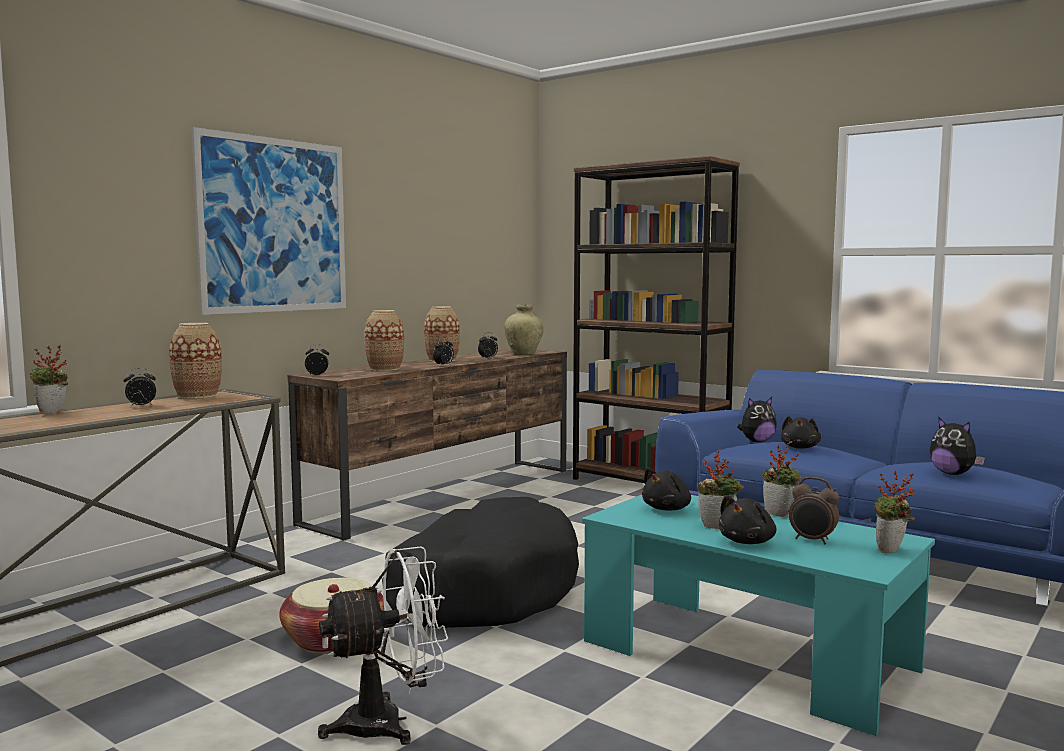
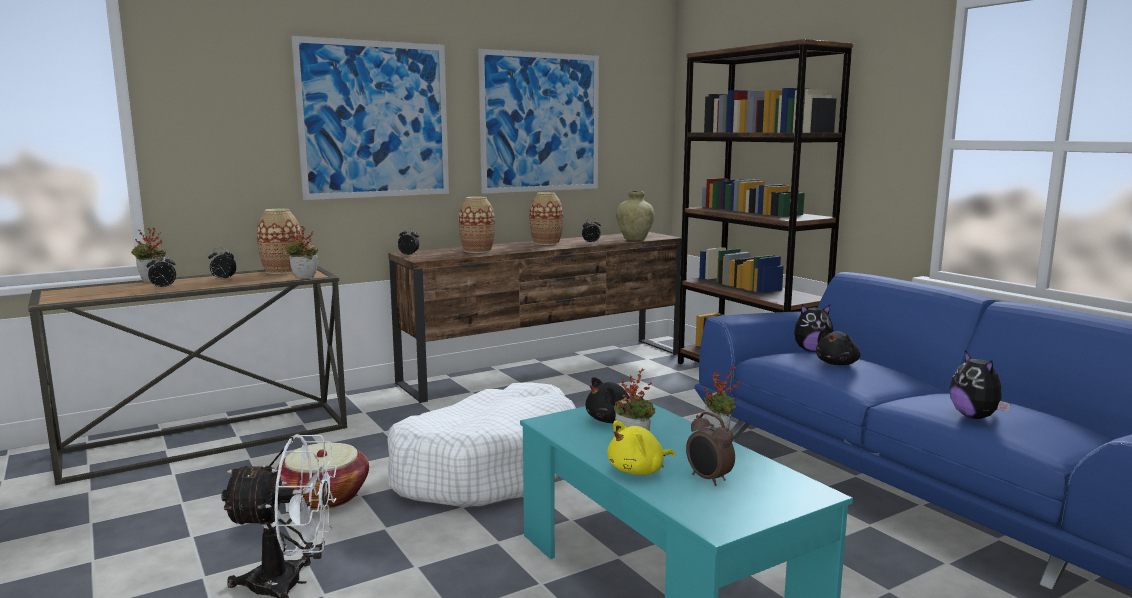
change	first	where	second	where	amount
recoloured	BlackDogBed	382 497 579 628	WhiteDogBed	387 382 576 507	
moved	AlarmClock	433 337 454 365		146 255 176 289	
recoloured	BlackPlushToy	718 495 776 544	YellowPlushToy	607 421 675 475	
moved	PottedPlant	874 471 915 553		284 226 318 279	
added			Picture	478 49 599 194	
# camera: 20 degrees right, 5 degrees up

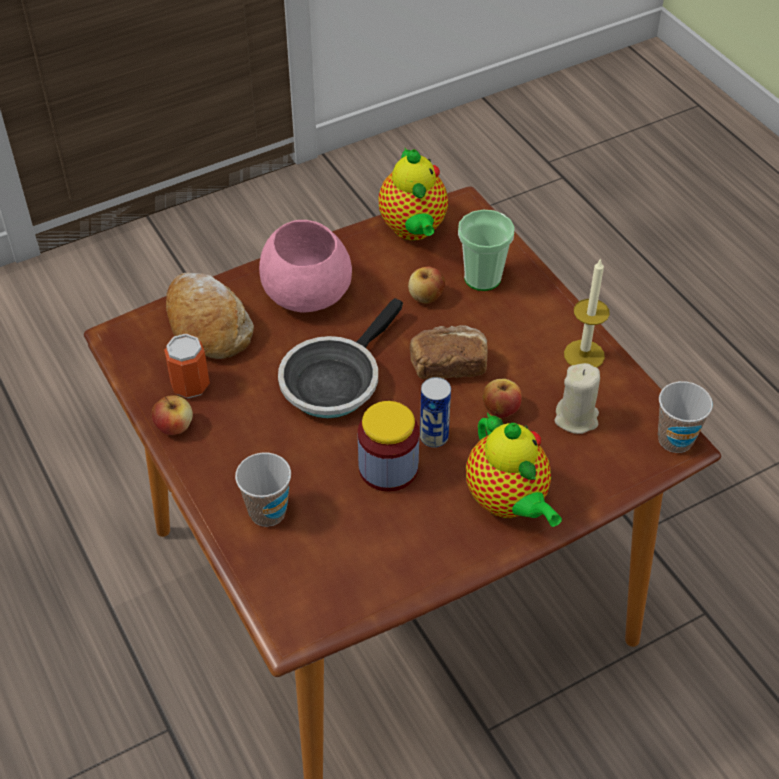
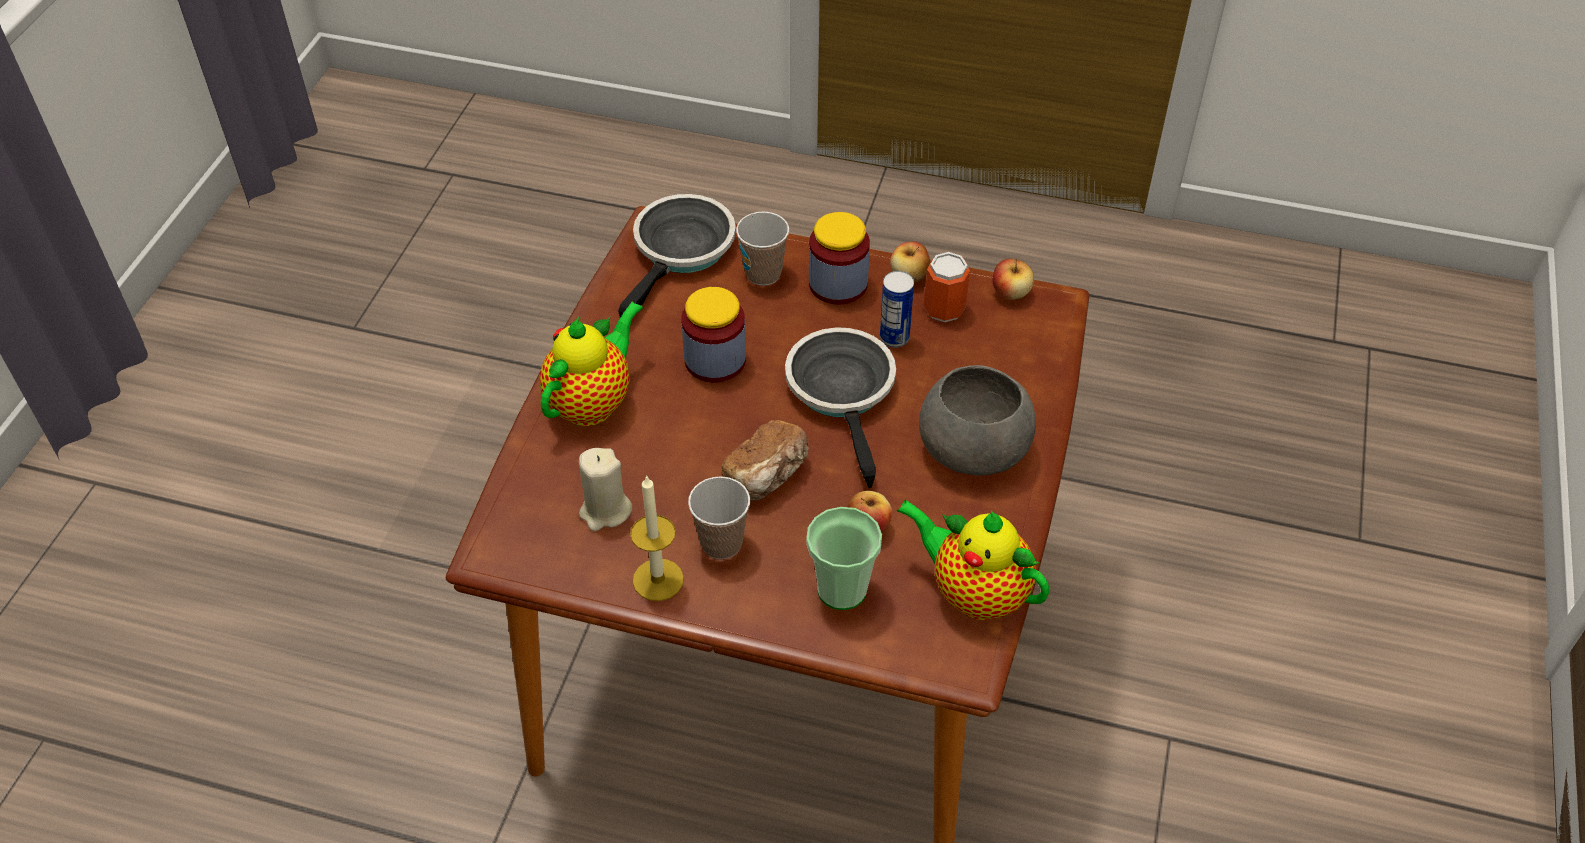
change	first	where	second	where	amount
removed	Bread	166 273 254 359			
recoloured	PinkBowl	259 220 352 313	GreyBowl	919 365 1036 476	
moved	Can	420 377 451 448		880 271 914 348	
turned	Teapot	466 412 562 527		540 301 644 426	105 degrees clockwise
moved	Apple	483 379 522 418		993 259 1034 300	
moved	Cup	658 381 713 453		688 476 750 559	
added			FryingPan	618 194 736 318	
added			Jar	809 212 870 305	
# camera: 135 degrees right, 0 degrees up

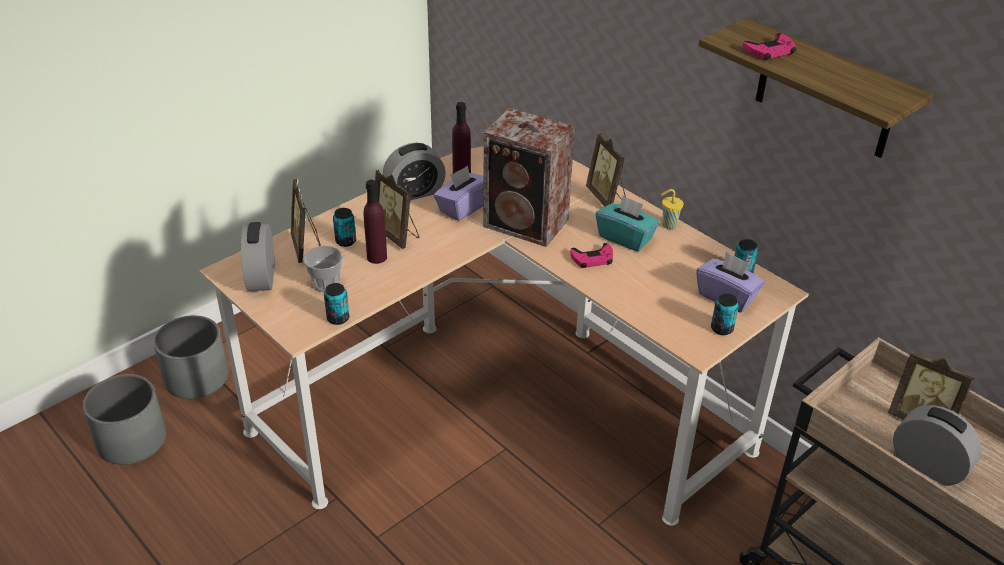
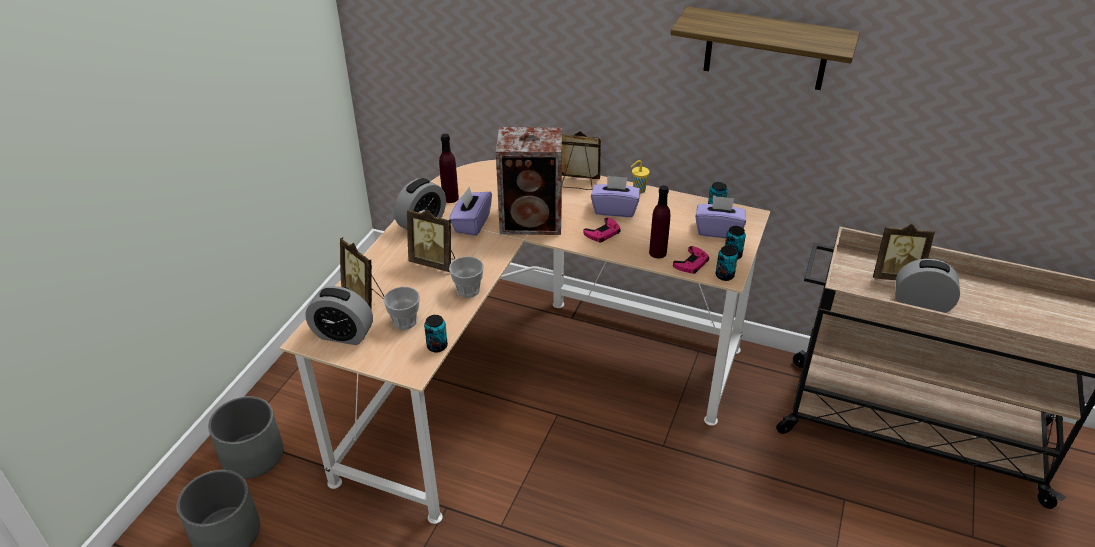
change	first	where	second	where	amount
turned	AlarmClock	241 222 275 291		305 286 373 345	45 degrees counterclockwise
moved	Can	333 208 356 247		716 246 738 281	
moved	PurpleBottle	363 180 387 264		649 185 670 258	
turned	PictureFrame	586 133 626 207		562 131 601 190	150 degrees clockwise
recoloured	TurquoiseTissueBox	596 196 660 252	PurpleTissueBox	591 175 640 217	
moved	PinkGameController	743 33 796 60		673 246 709 274	
added			Cup	449 257 484 298	
# camera: 25 degrees left, 0 degrees up

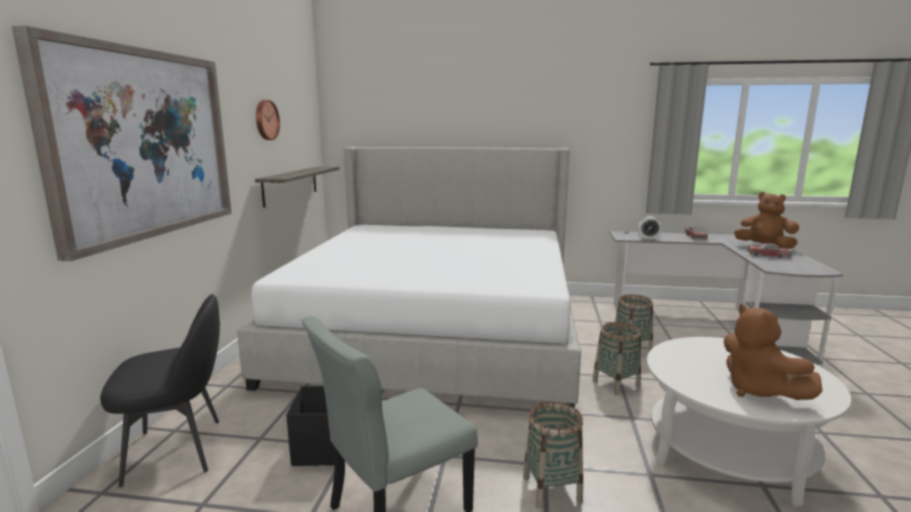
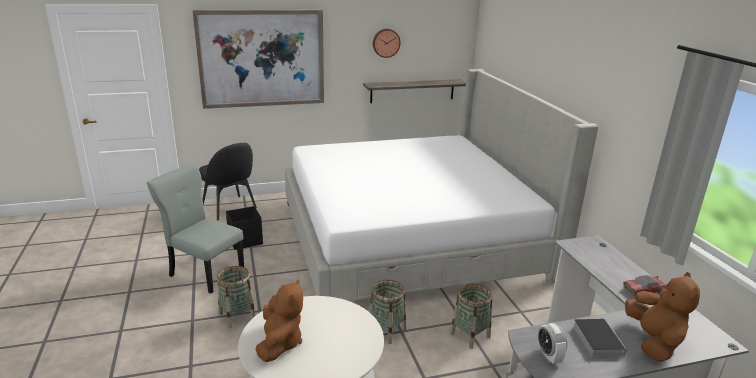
change	first	where	second	where	amount
moved	AlarmClock	638 217 661 241		537 323 567 364	
turned	BrownPlushToy	724 304 822 400		256 279 303 362	135 degrees clockwise
replaced	ToyCar	748 243 792 258	Book	573 319 627 357	
# camera: 65 degrees right, 10 degrees up

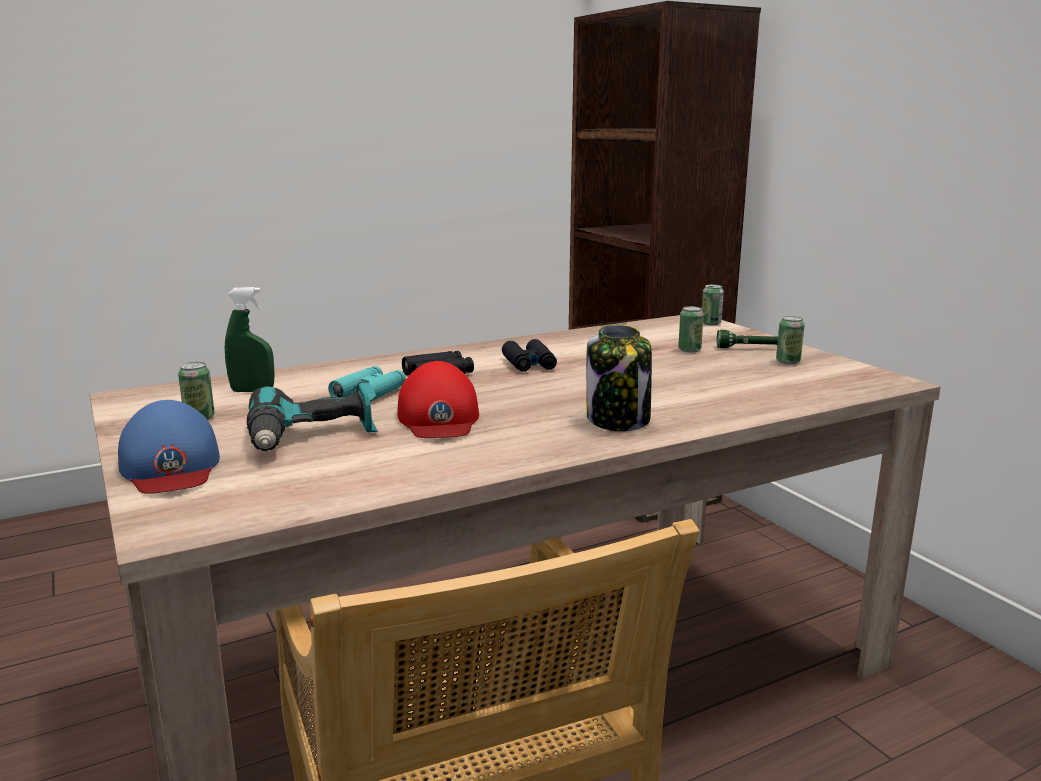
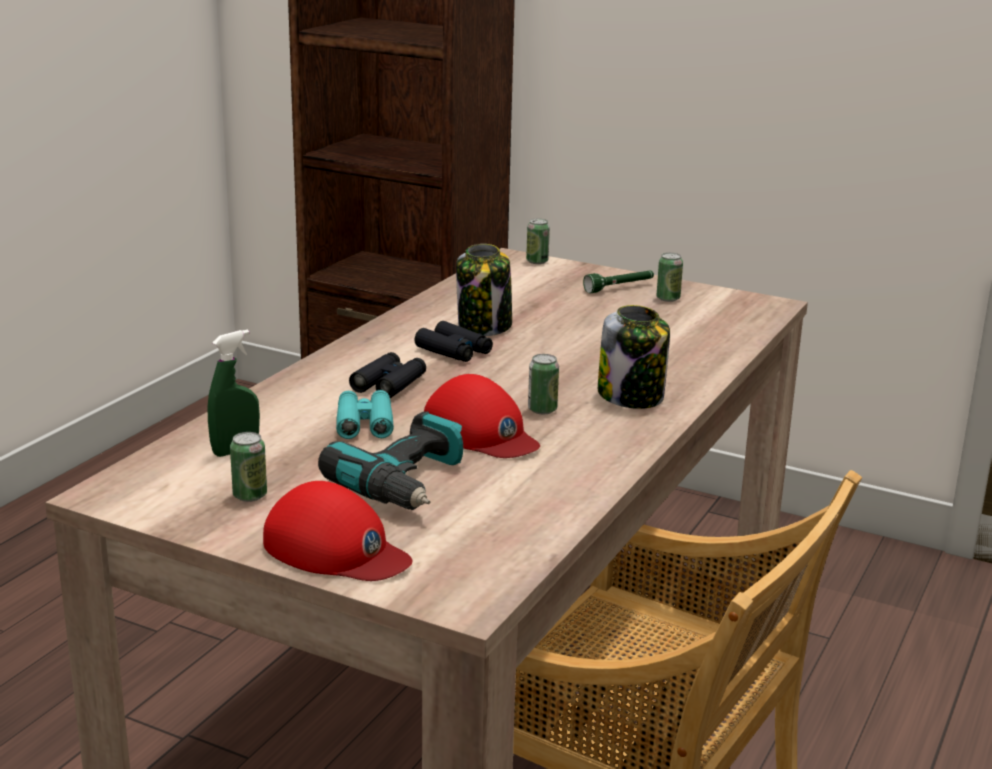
change	first	where	second	where	amount
recoloured	BlueCap	118 400 220 494	RedCap	263 481 412 581	
moved	Can	678 306 704 353		528 354 559 414	
added			Jar	456 244 512 336	
# camera: 35 degrees left, 5 degrees up

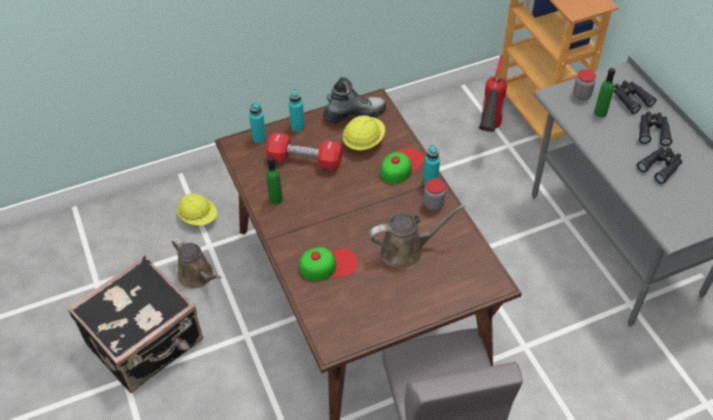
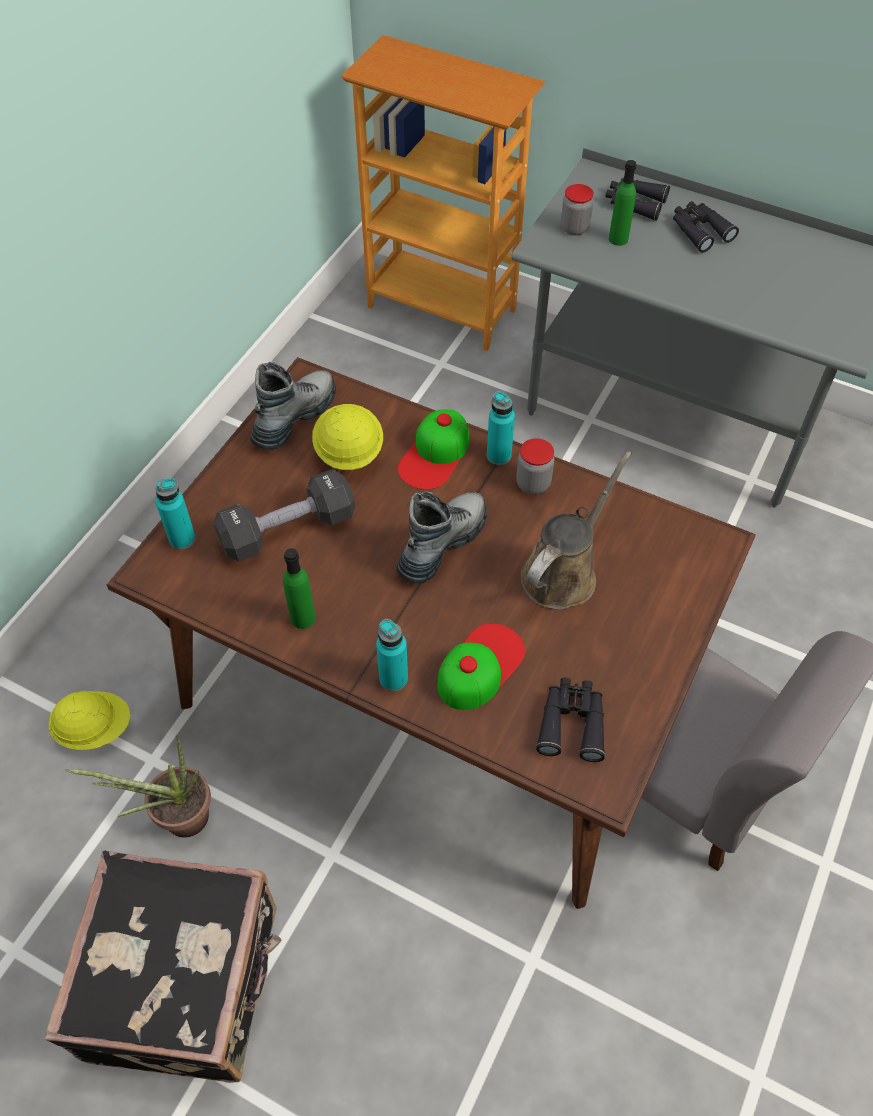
change	first	where	second	where	amount
replaced	BrownWateringCan	172 237 221 289	PottedPlant	65 735 211 838	
recoloured	RedDumbbell	266 132 342 170	BlackDumbbell	214 470 355 562	
moved	TurquoiseBottle	289 89 305 132		376 619 408 691	
turned	Cap	380 147 424 184		398 409 469 490	150 degrees counterclockwise
removed	FireExtinguisher	479 55 507 132			
moved	BlackBinoculars	637 148 682 184		536 678 605 762	
added			Boot	396 491 487 583	
# camera: 40 degrees left, 5 degrees up

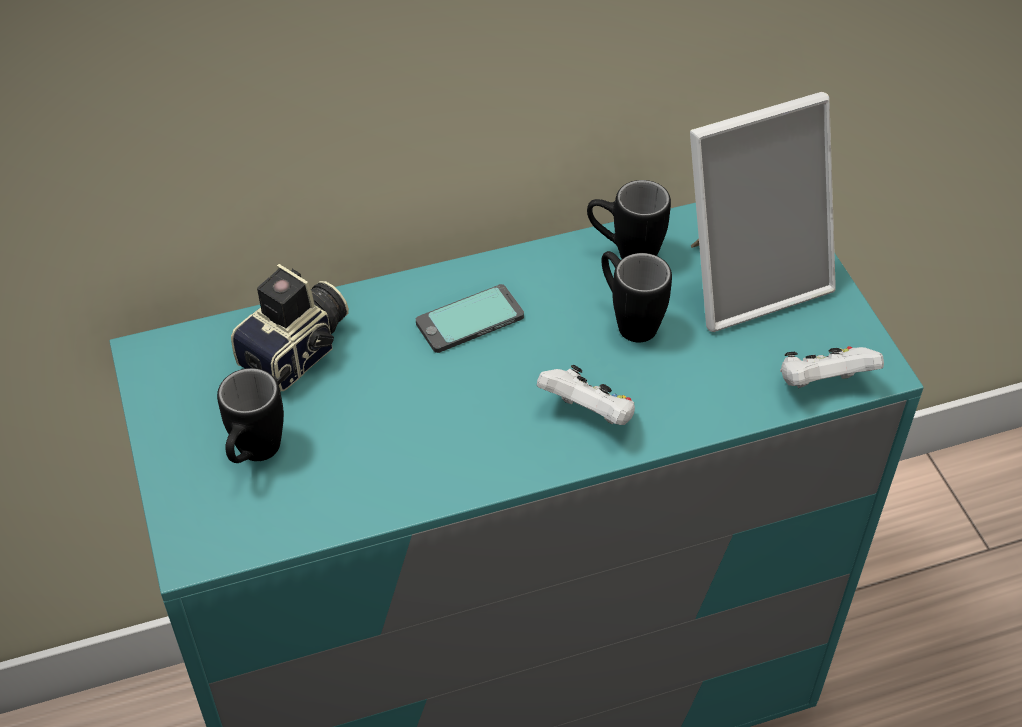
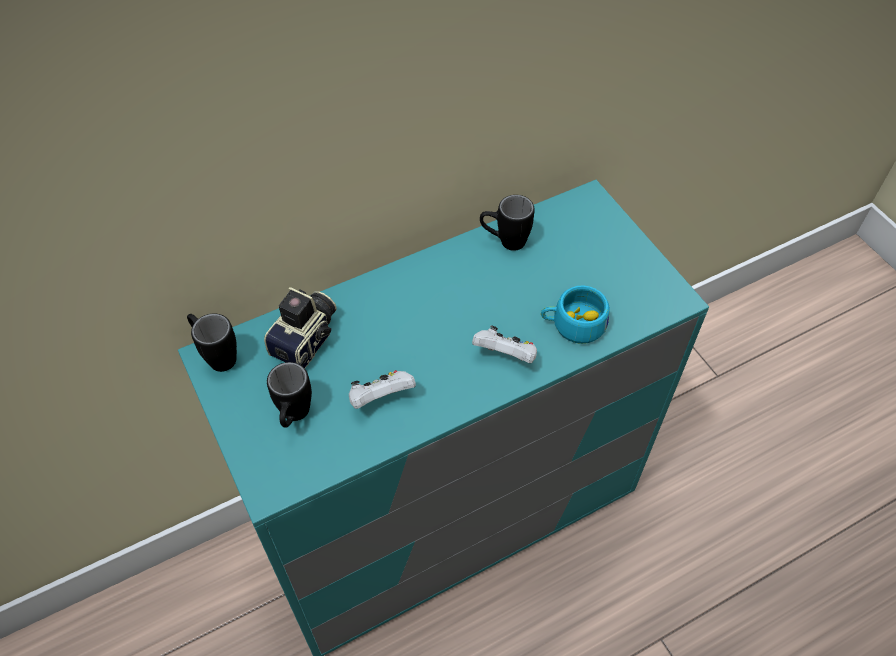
change	first	where	second	where	amount
removed	Phone	416 284 524 353			
moved	BlackMug	602 251 672 342		187 313 237 372	
removed	PictureFrame	690 92 836 332			
moved	WhiteGameController	780 346 884 388		349 370 416 409	
added			TurquoiseCup	541 286 610 344	
# camera: 10 degrees left, 5 degrees up

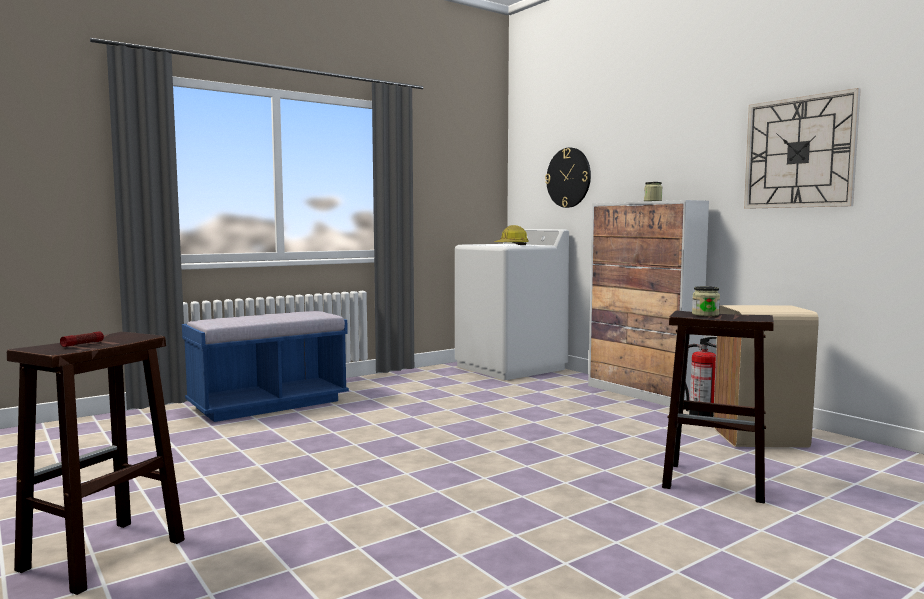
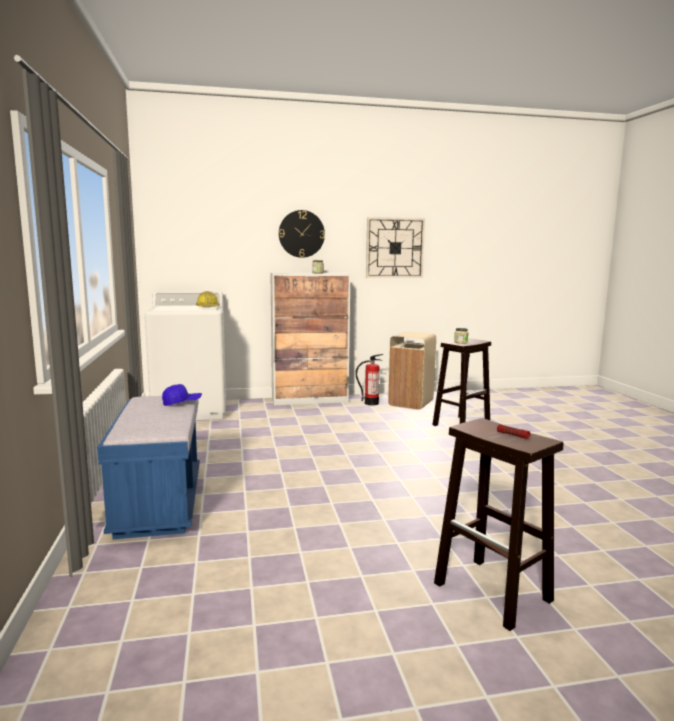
change	first	where	second	where	amount
moved	WallClock	545 148 591 208		279 210 325 258	
added			BlueCap	162 384 202 406	
# camera: 65 degrees left, 5 degrees up

